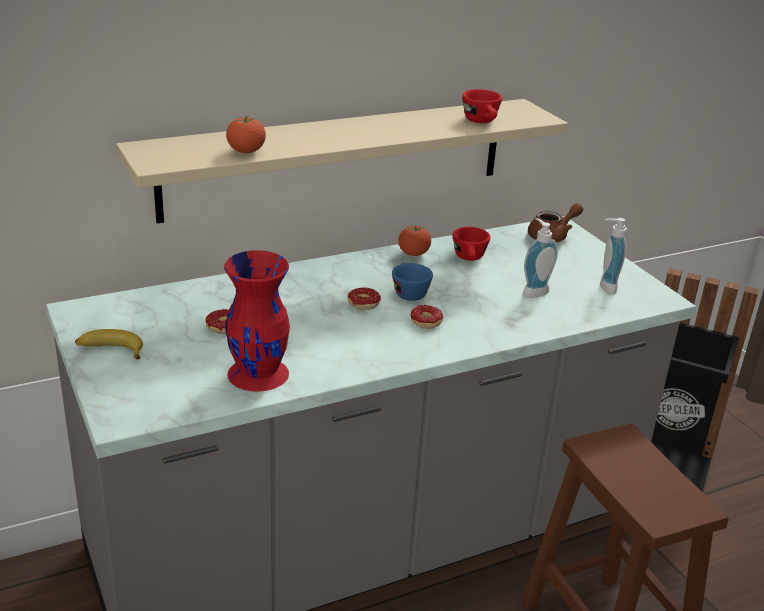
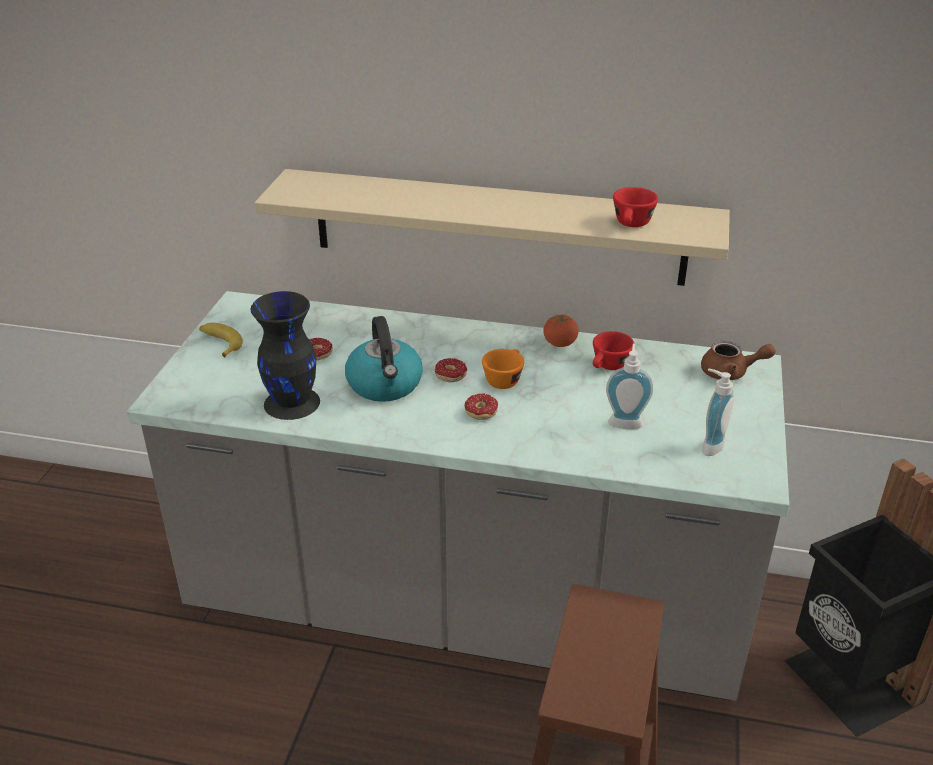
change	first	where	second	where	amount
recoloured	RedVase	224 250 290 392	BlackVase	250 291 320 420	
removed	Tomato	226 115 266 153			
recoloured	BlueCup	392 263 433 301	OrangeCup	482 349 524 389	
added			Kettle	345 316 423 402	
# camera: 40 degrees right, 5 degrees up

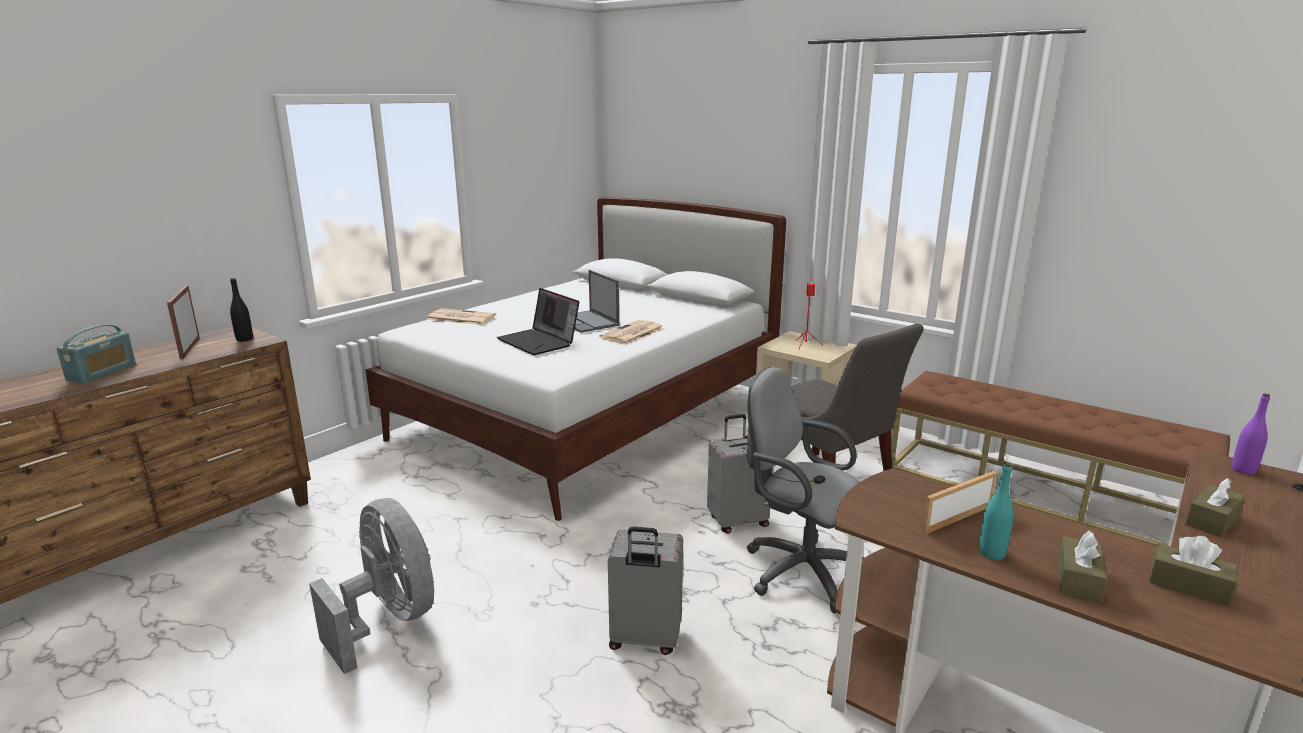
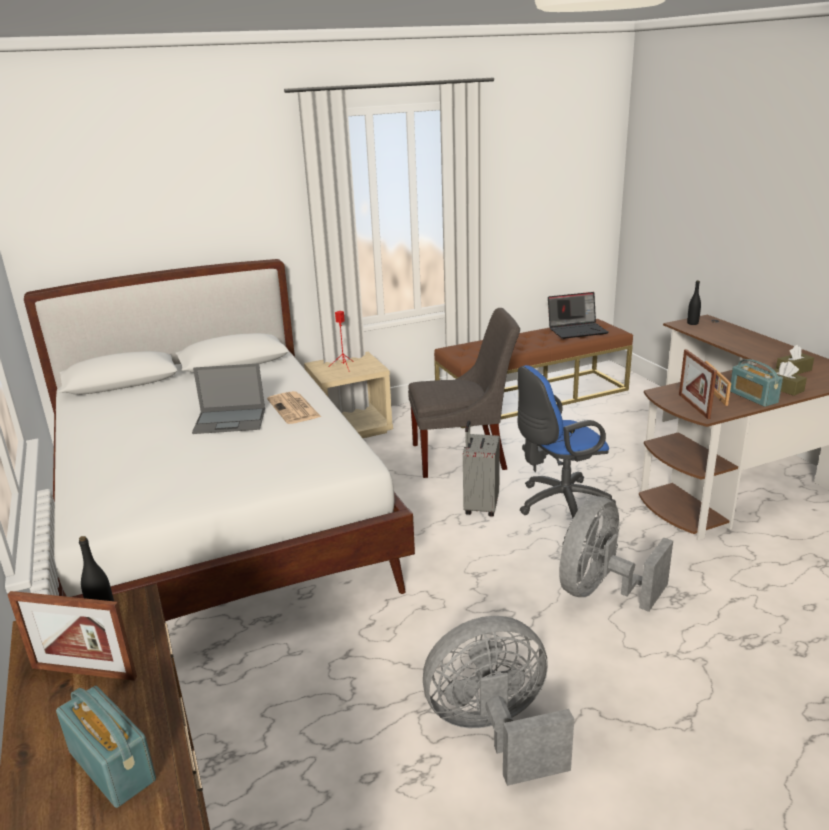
change	first	where	second	where	amount
removed	Newspaper	426 308 496 325			
moved	Laptop	497 288 579 355		548 292 609 339	
replaced	GreySuitcase	608 526 683 655	GreyFan	559 496 673 612	
recoloured	GreyOfficeChair	747 367 865 614	BlueOfficeChair	517 365 616 520	
replaced	TurquoiseBottle	979 462 1014 560	Radio	730 359 783 407	
removed	BrownTissueBox	1185 478 1245 537			
recoloured	PurpleBottle	1232 393 1270 475	BlackBottle	687 280 701 325	
added			PictureFrame	679 349 717 419	
# camera: 60 degrees left, 5 degrees up

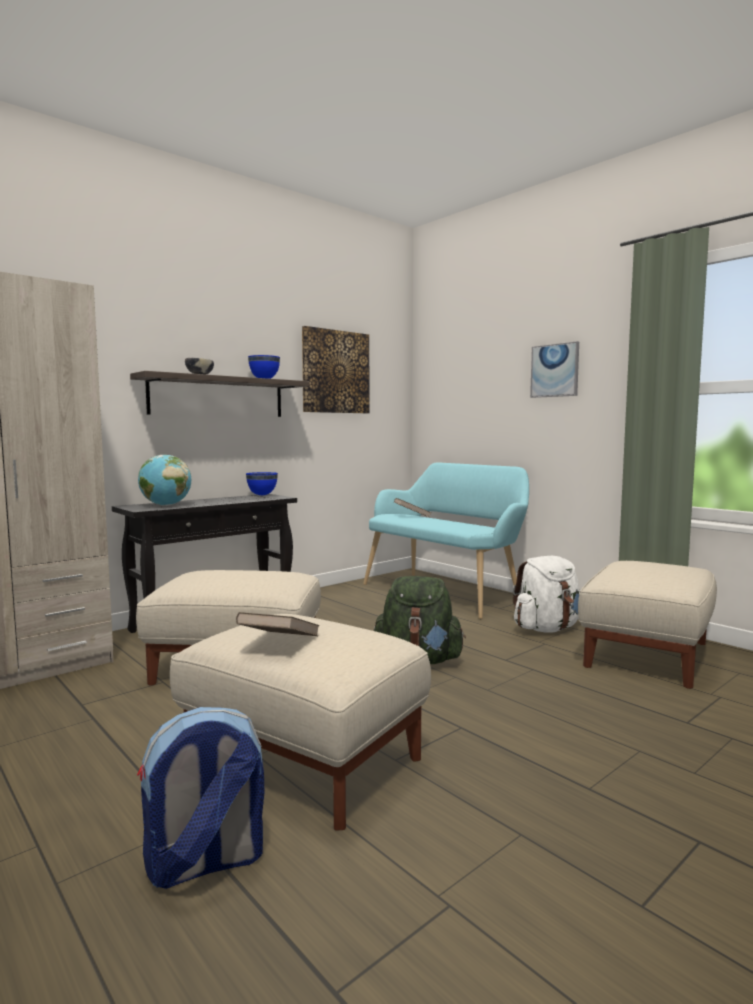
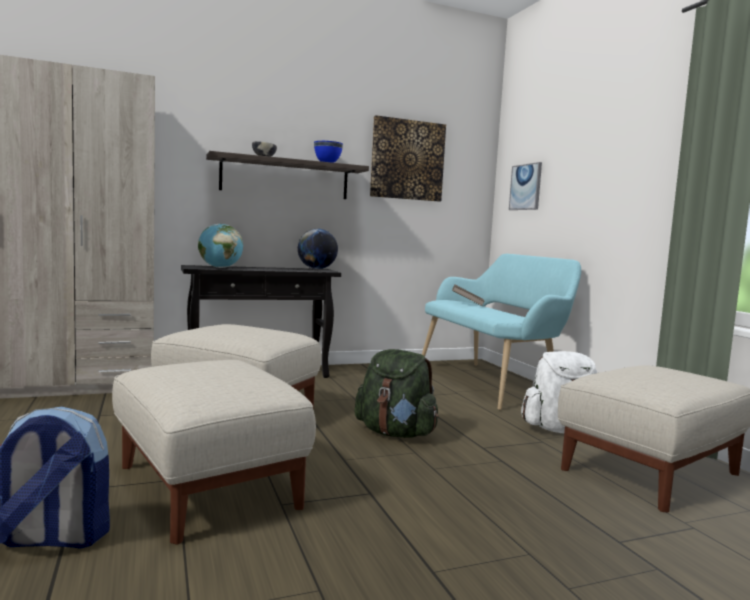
change	first	where	second	where	amount
removed	BrownBook	236 612 320 636			
replaced	BlueBowl	246 472 278 495	Globe	298 229 338 269	
moved	Picture	530 341 579 398		509 162 542 210	
# camera: 20 degrees right, 0 degrees up

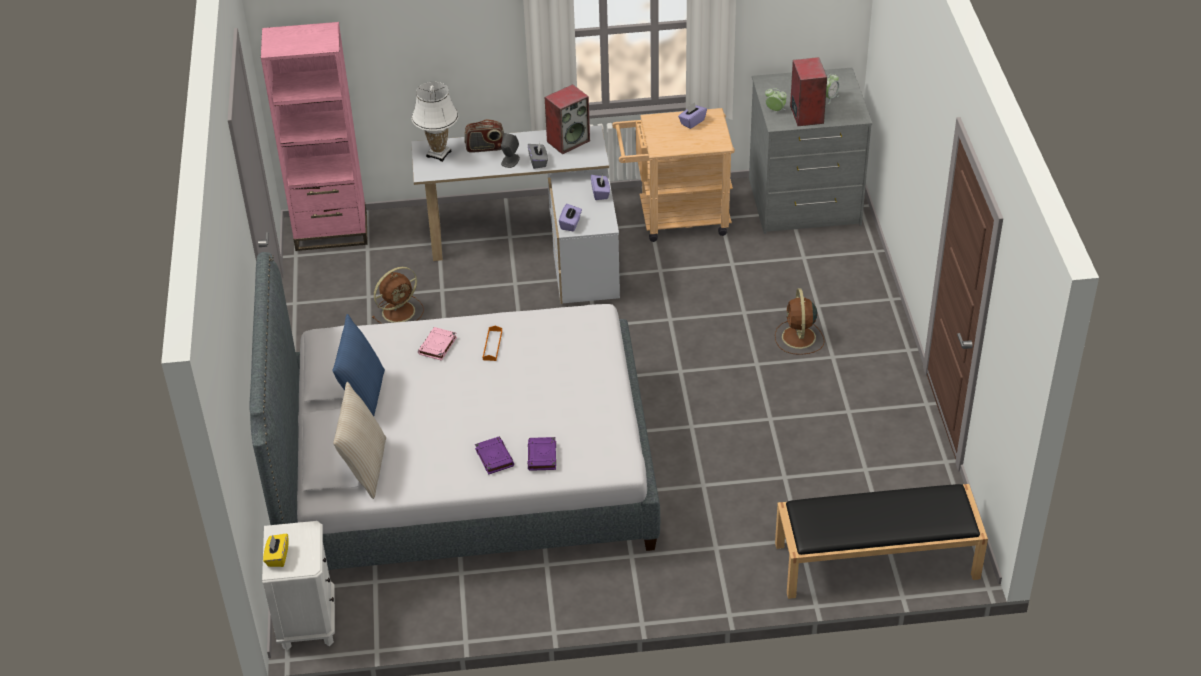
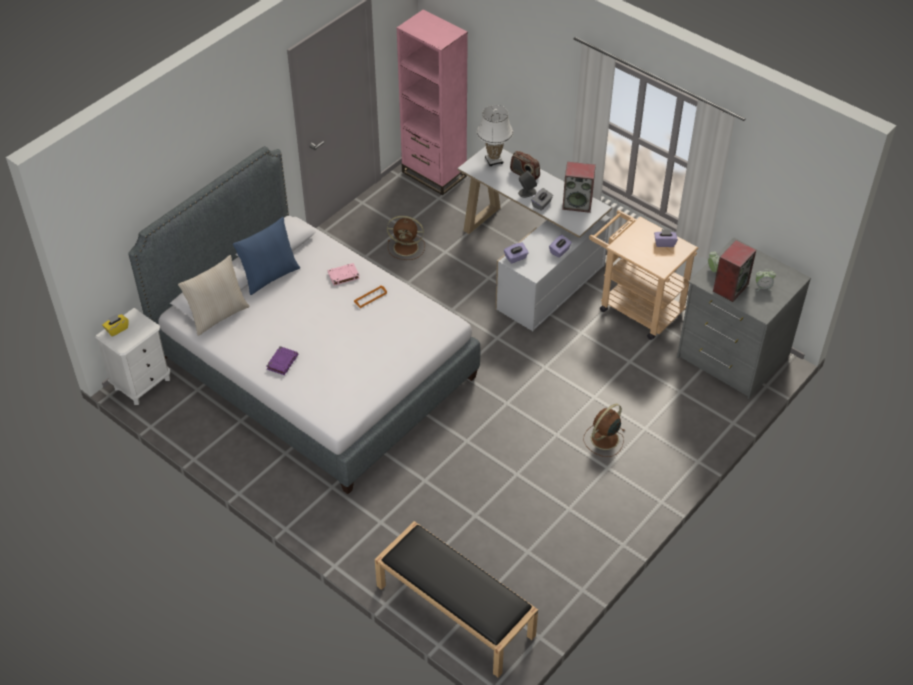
change	first	where	second	where	amount
removed	PurpleBook	528 437 556 471			
# camera: 45 degrees right, 5 degrees up

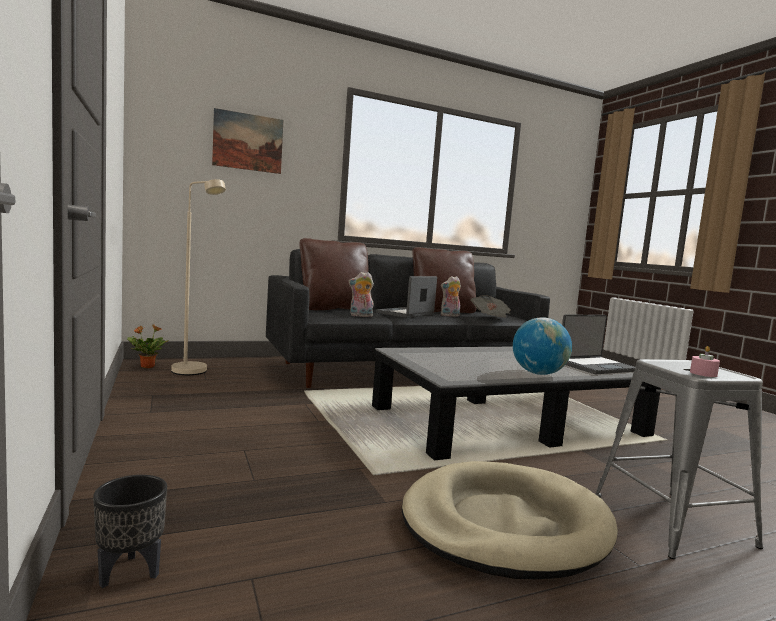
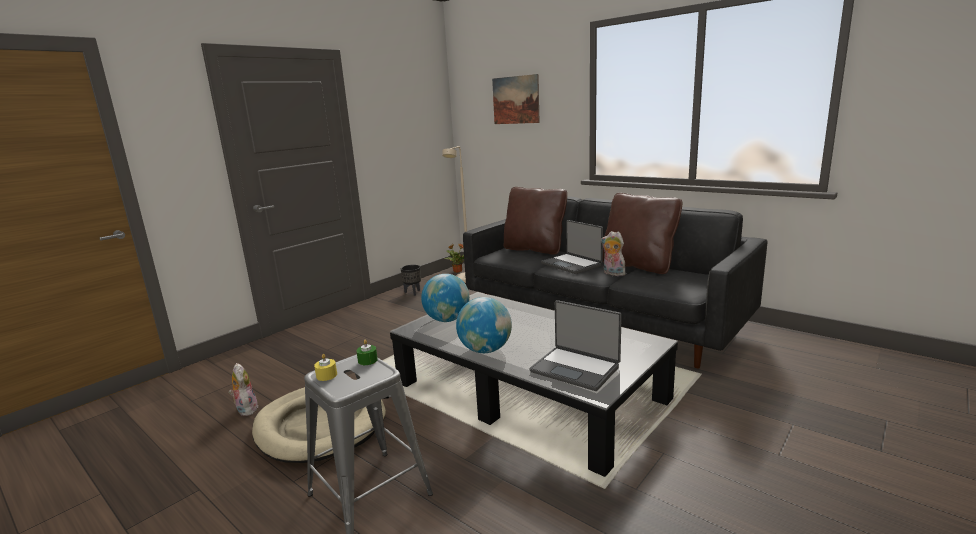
change	first	where	second	where	amount
moved	BlackPlanter	93 475 167 588		401 265 421 296	
moved	PlushToy	348 272 374 317		228 363 259 416	
turned	Laptop	376 276 437 318		541 220 603 274	135 degrees counterclockwise
removed	Newspaper	470 295 511 317			
recoloured	PinkCandle	690 346 720 377	YellowCandle	314 354 337 381	
added			GreenCandle	356 340 378 365	
added			Globe	421 274 470 322	
# camera: 65 degrees right, 10 degrees up

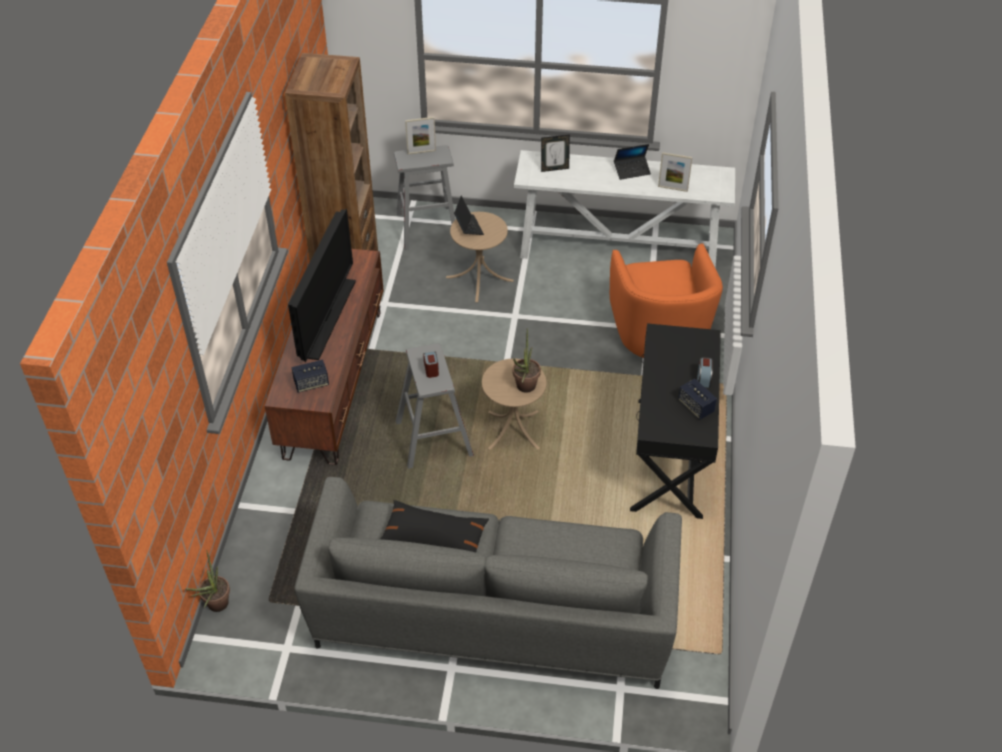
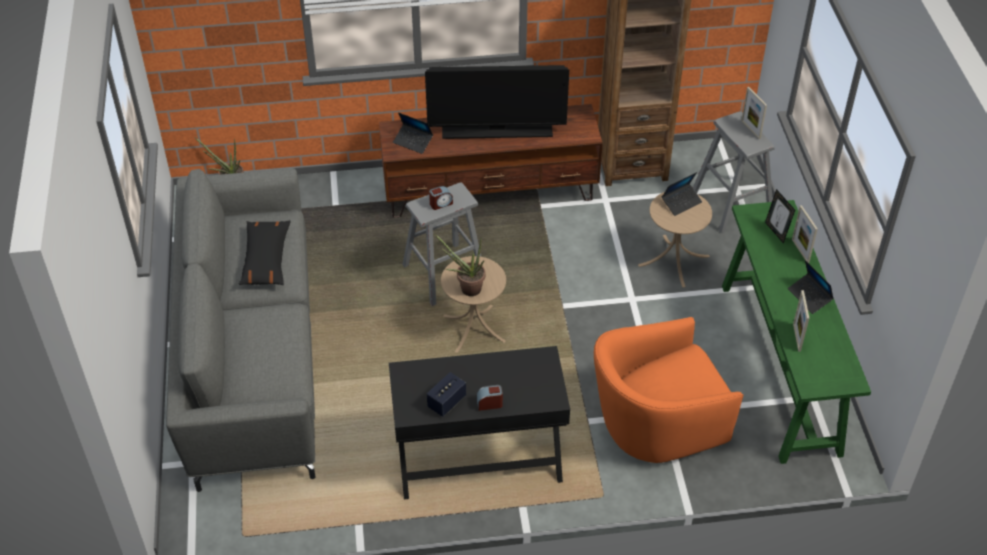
change	first	where	second	where	amount
replaced	Speaker	291 360 329 393	Laptop	393 112 433 154	
recoloured	WhiteConsoleTable	514 150 735 269	GreenConsoleTable	722 200 871 464	
added			PictureFrame	792 205 818 263	
# camera: 75 degrees right, 0 degrees up

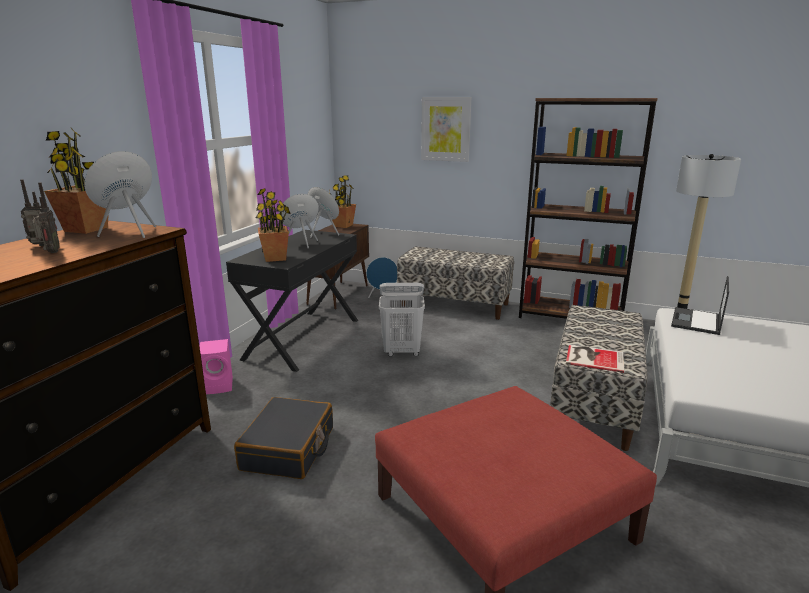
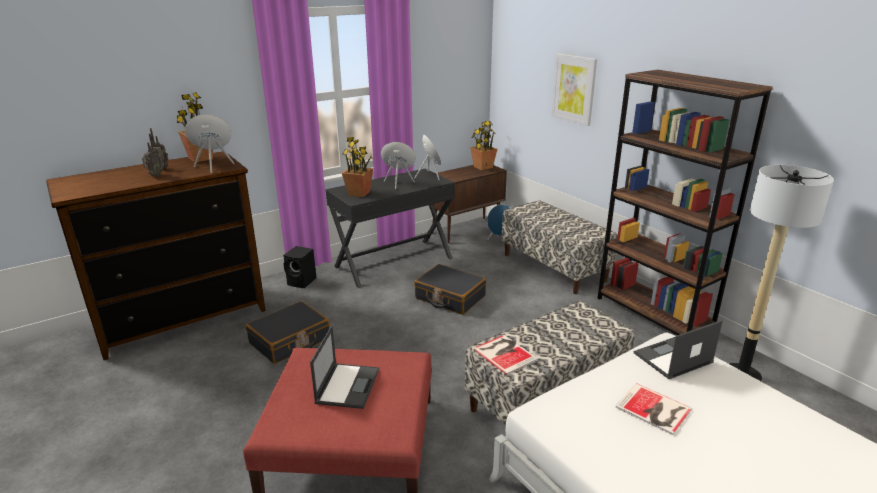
change	first	where	second	where	amount
recoloured	PinkSpeaker	199 339 233 394	BlackSpeaker	283 246 316 288	
replaced	WhiteLaundryBasket	379 283 425 357	BlackSuitcase	414 264 486 315	
added			Laptop	310 326 379 409	
added			Book	616 383 692 435	
# camera: 35 degrees right, 5 degrees up

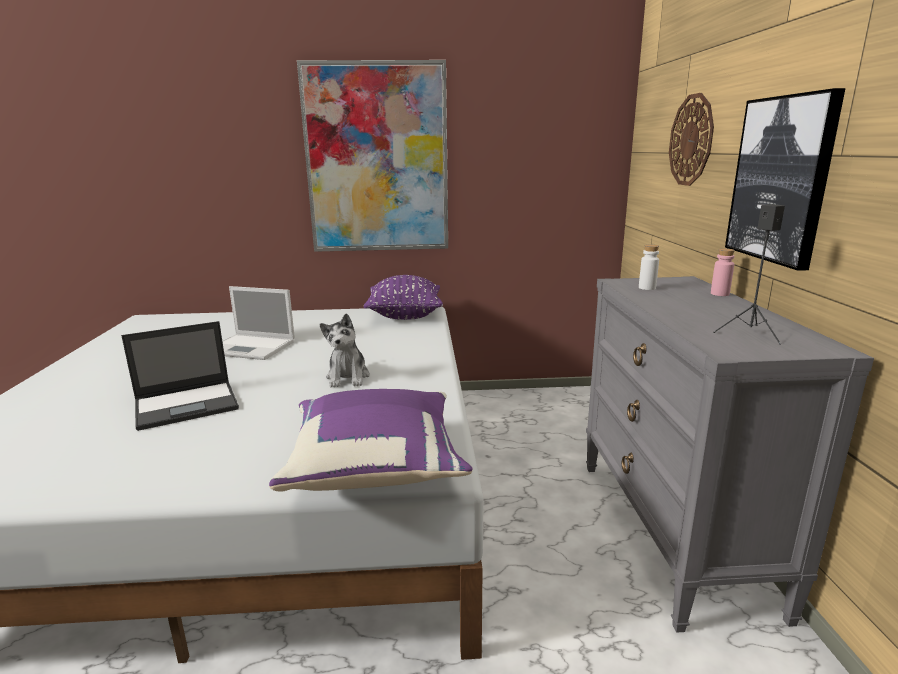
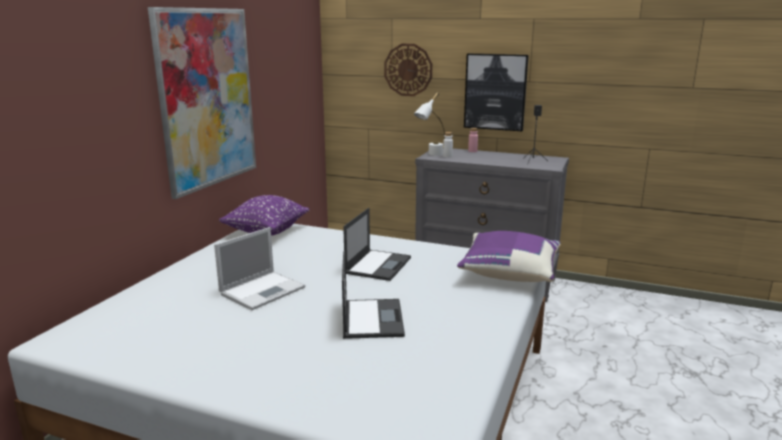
change	first	where	second	where	amount
replaced	PlushToy	320 313 370 387	Laptop	343 208 411 281	
added			WhiteTableLamp	414 92 445 156	
# camera: 65 degrees left, 0 degrees up

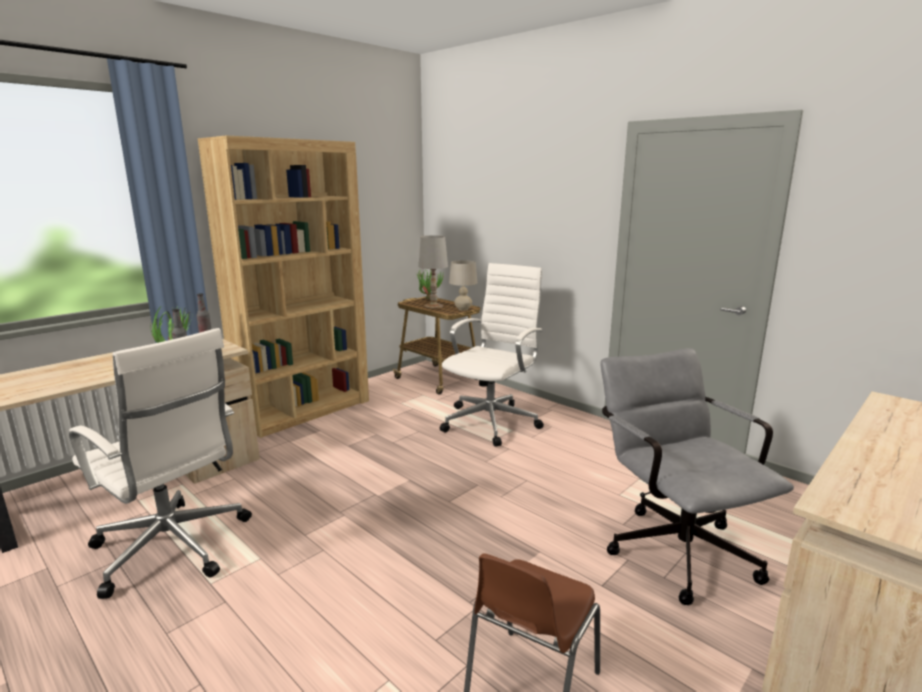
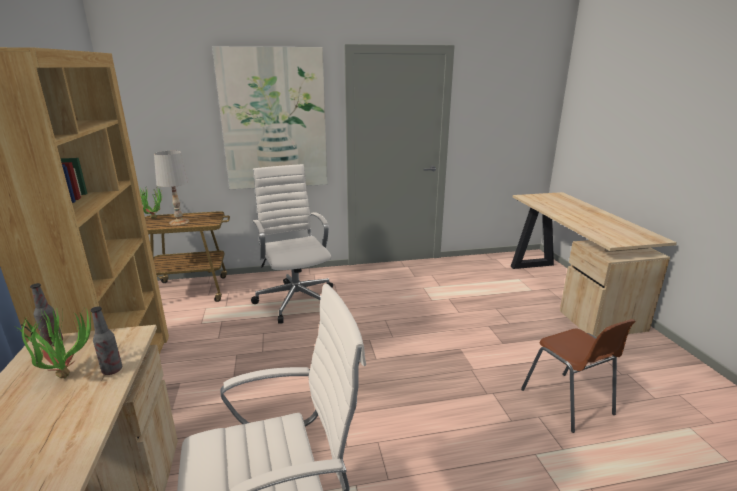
change	first	where	second	where	amount
removed	BeigeTableLamp	449 260 477 311			
removed	GreyOfficeChair	601 348 794 605			
added			Picture	212 46 328 189	
# camera: 55 degrees left, 5 degrees up

